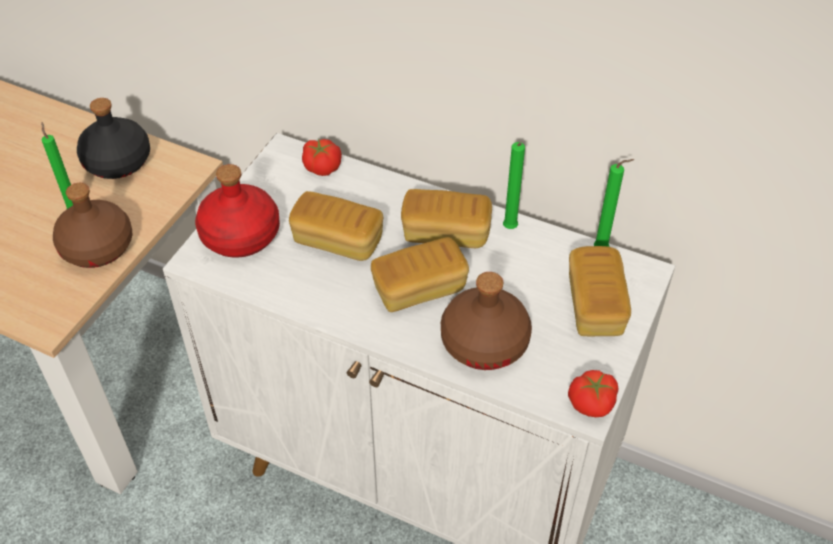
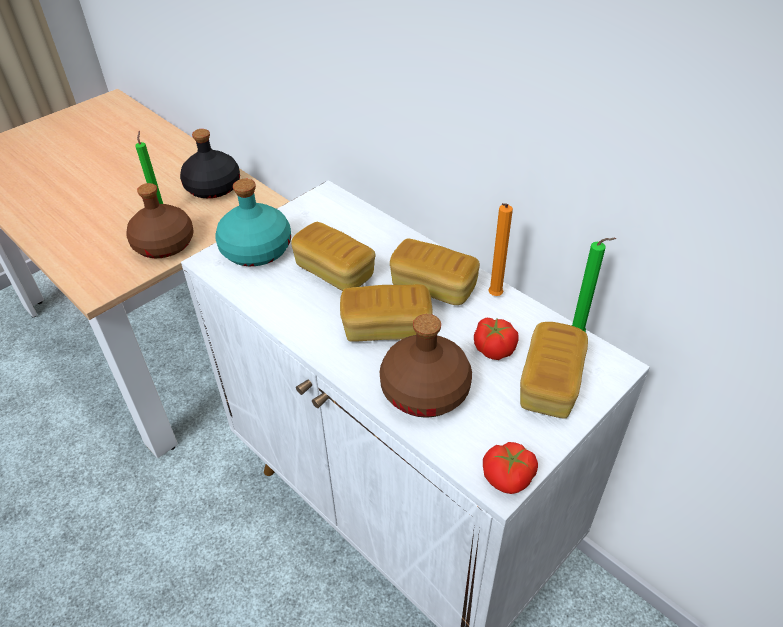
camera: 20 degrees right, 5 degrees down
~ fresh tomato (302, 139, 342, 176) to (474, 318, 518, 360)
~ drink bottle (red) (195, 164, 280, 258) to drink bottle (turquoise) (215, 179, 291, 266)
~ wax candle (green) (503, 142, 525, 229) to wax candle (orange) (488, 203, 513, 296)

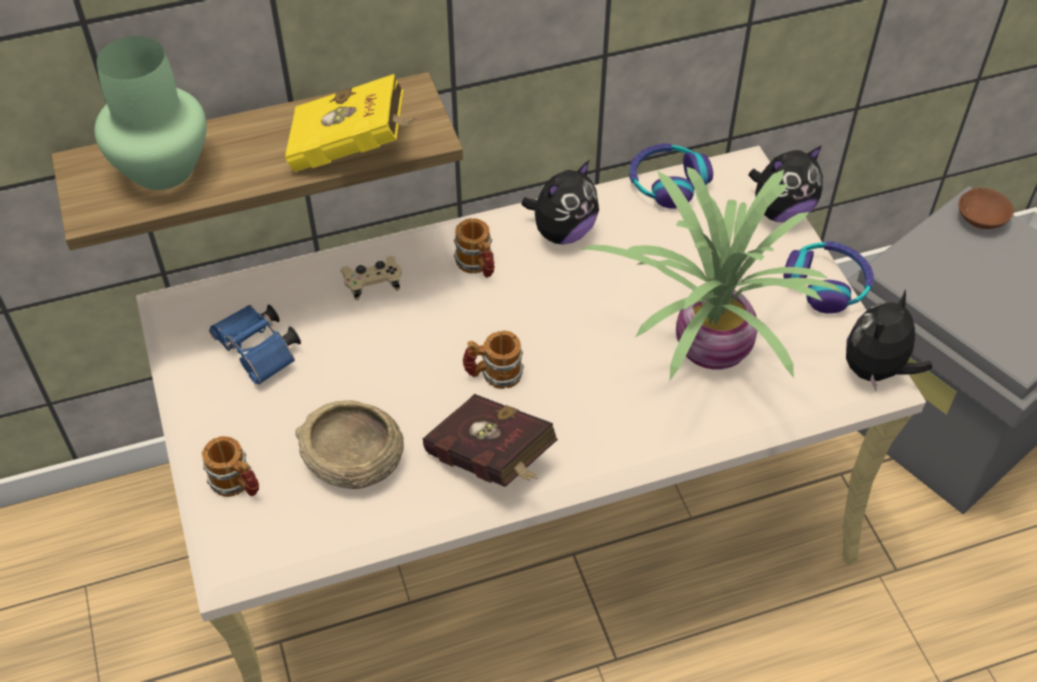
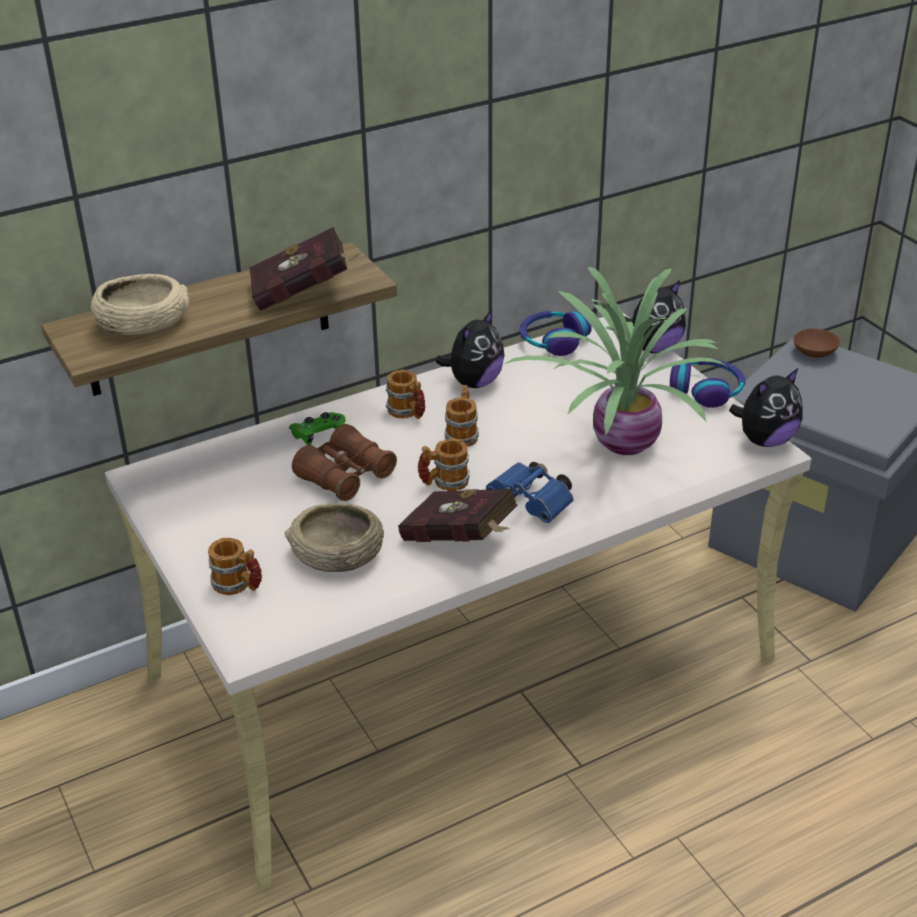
camera: 10 degrees left, 15 degrees down
+ pair of binoculars (brownish) (292, 424, 397, 501)
+ tea mug (445, 385, 479, 447)
~ pair of binoculars (blue) (209, 304, 301, 385) to (486, 462, 574, 523)
~ vase (green) (94, 36, 207, 190) to serving bowl (beige) (91, 274, 190, 335)
~ book (yellow) (285, 74, 418, 172) to book (red) (250, 227, 361, 311)
~ joypad (beige) (340, 256, 402, 300) to joypad (green) (289, 412, 345, 445)
~ soft toy (846, 289, 932, 392) = (729, 368, 803, 447) 150 degrees counterclockwise

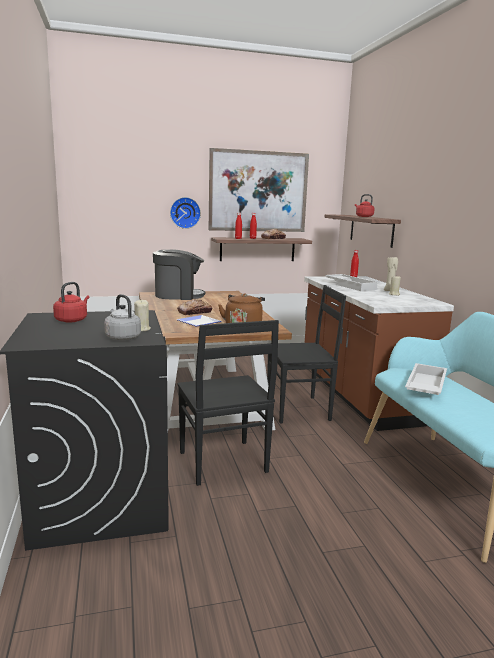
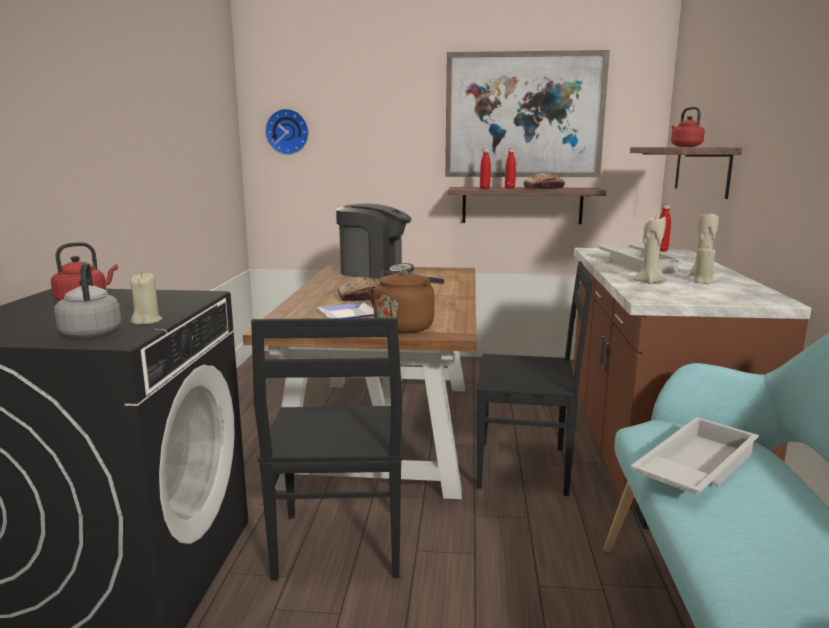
camera: 20 degrees right, 0 degrees up
+ wax candle (beige) (633, 214, 667, 284)
~ clock on the wall (170, 197, 201, 229) to (265, 109, 309, 155)

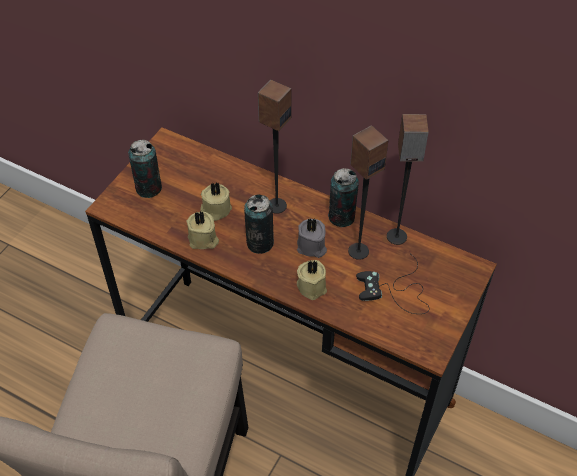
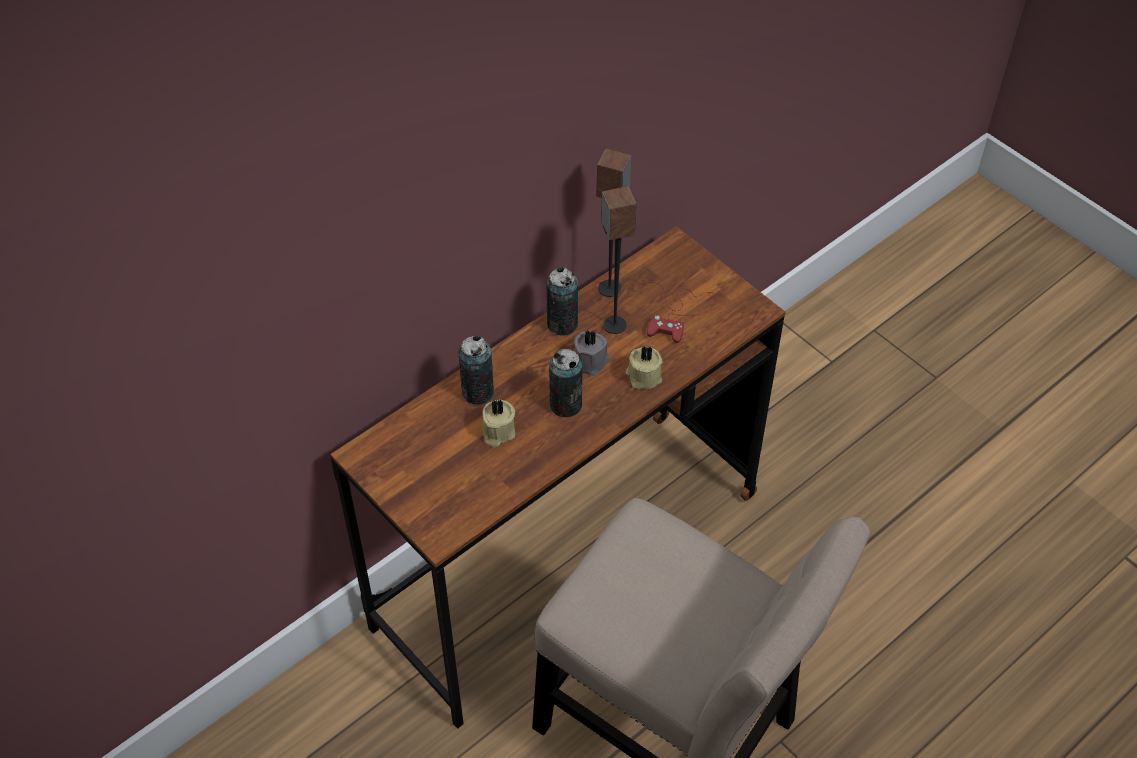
camera: 70 degrees left, 0 degrees up
- wax candle (beige) (187, 211, 219, 249)
- audio speaker (258, 80, 292, 214)
~ can (128, 140, 162, 198) to (458, 336, 494, 405)
~ joypad (blackish) (356, 254, 430, 314) to joypad (red) (640, 282, 717, 343)

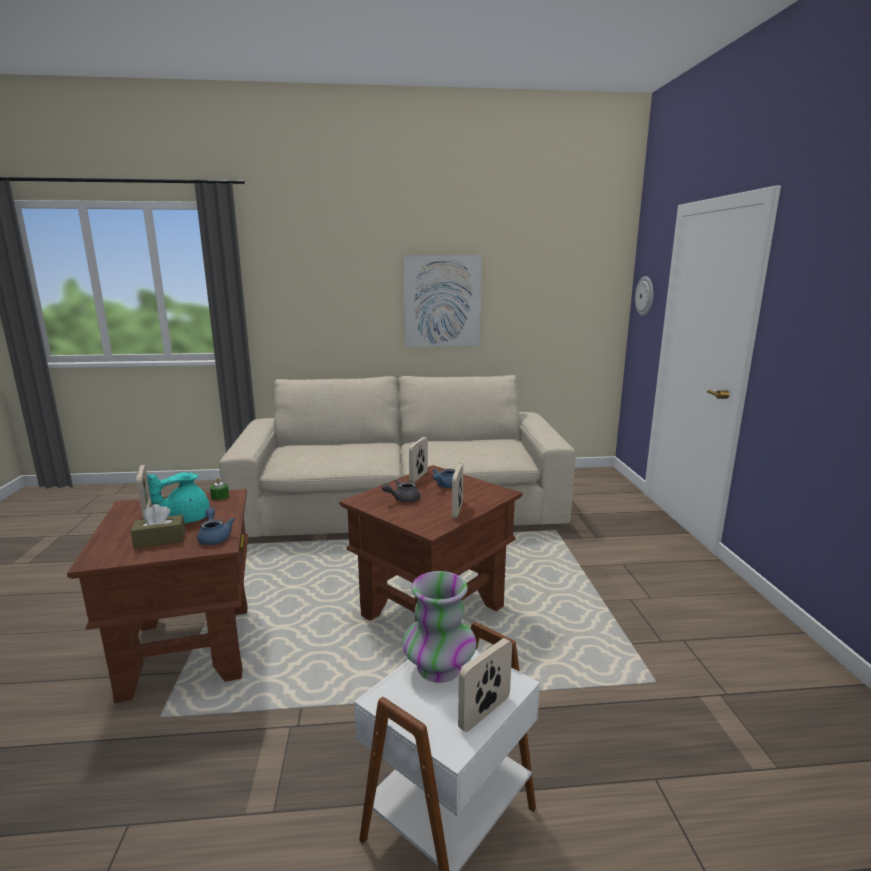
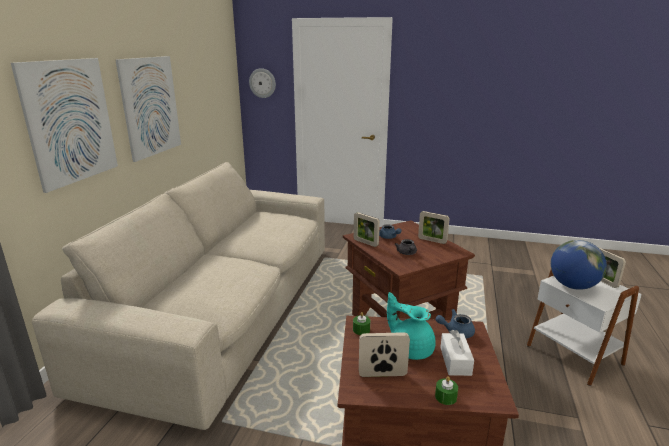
camera: 70 degrees left, 5 degrees up
+ picture (11, 58, 118, 193)
+ wax candle (green) (435, 376, 458, 405)
~ vase (402, 571, 477, 683) to desk globe (551, 240, 607, 290)
~ box of tissues (brownish) (131, 504, 185, 549) to box of tissues (whitish) (440, 330, 474, 376)
~ tea pot (turquoise) (147, 472, 210, 523) = (387, 292, 436, 360) 150 degrees clockwise

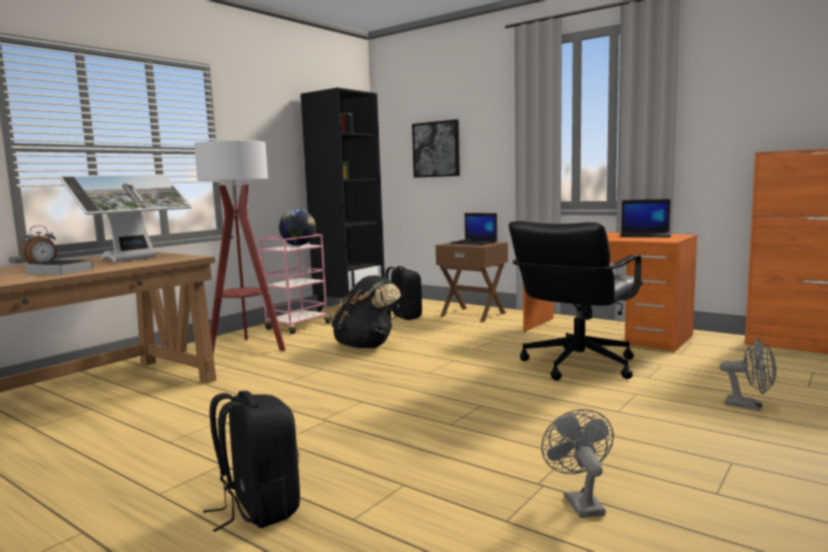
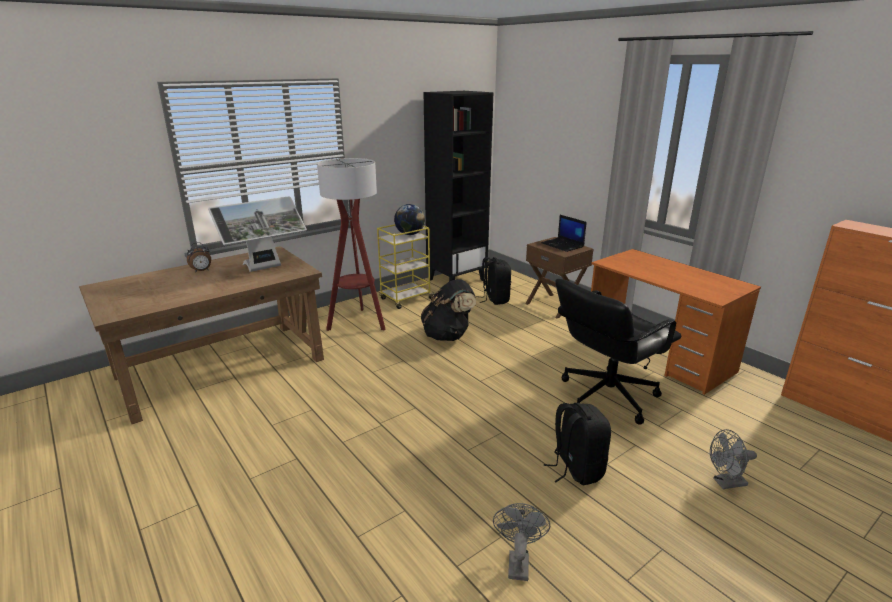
camera: 15 degrees right, 15 degrees up
- book (23, 259, 93, 275)
- picture (412, 119, 460, 178)
- laptop (620, 199, 671, 237)
~ backpack (blackish) (203, 391, 300, 532) to (544, 403, 611, 485)
~ trolley (pink) (259, 234, 333, 334) to trolley (yellow) (377, 224, 435, 309)
~ fan (grey) (720, 338, 776, 411) = (710, 429, 757, 489) 120 degrees clockwise

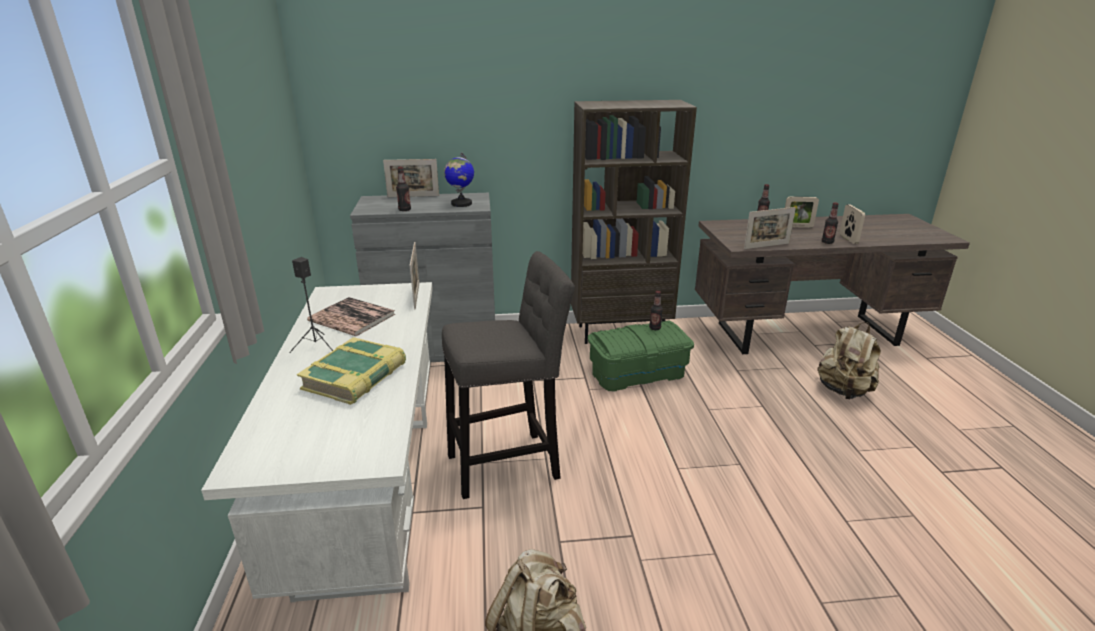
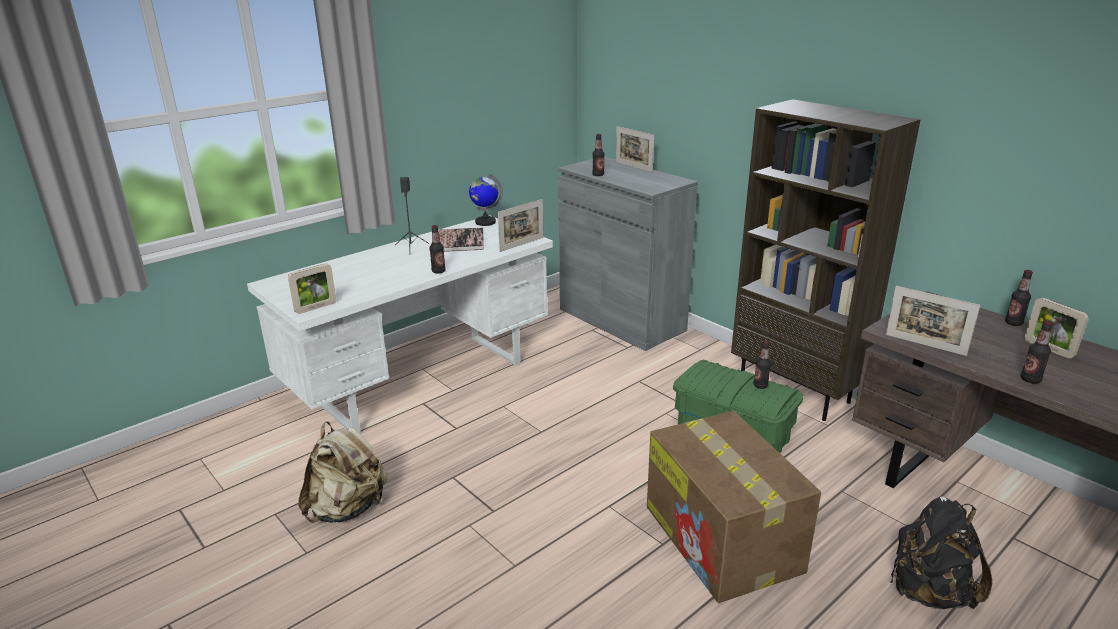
camera: 55 degrees right, 0 degrees up
- book (297, 337, 406, 405)
- stool seat (grey) (442, 251, 575, 499)
+ drink bottle (429, 225, 446, 273)
+ cardboard box (647, 411, 821, 603)
~ desk globe (444, 152, 474, 207) to (469, 174, 503, 226)
~ photo frame (840, 204, 865, 244) to (288, 264, 336, 314)
~ backpack (beige) (817, 322, 881, 399) to backpack (blackish) (890, 496, 992, 609)

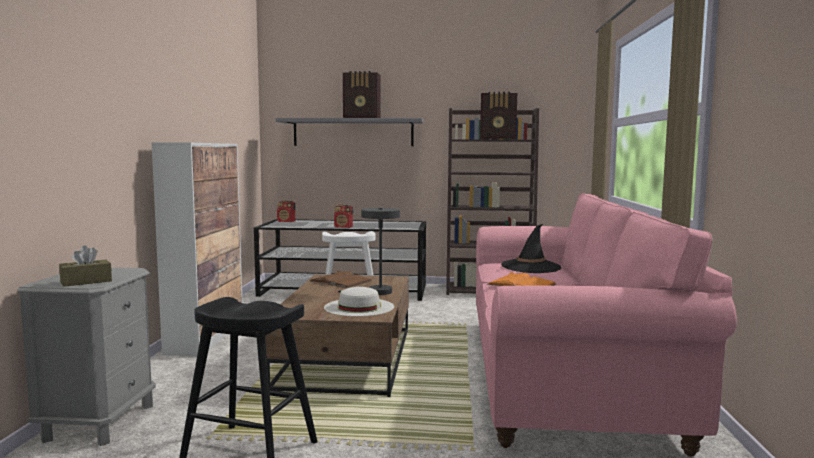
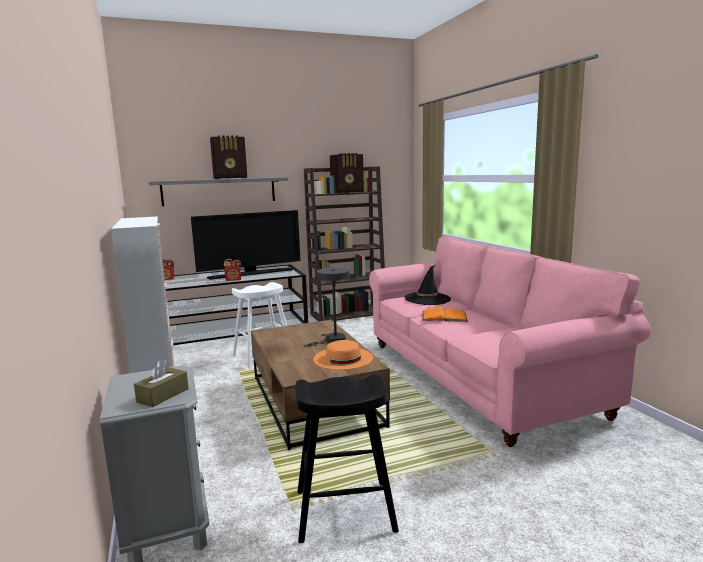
camera: 25 degrees left, 5 degrees up
- book (brownish) (310, 270, 371, 288)
+ TV (191, 210, 301, 280)
~ wearable hat (whitish) (324, 287, 394, 317) to wearable hat (orange) (313, 340, 373, 370)

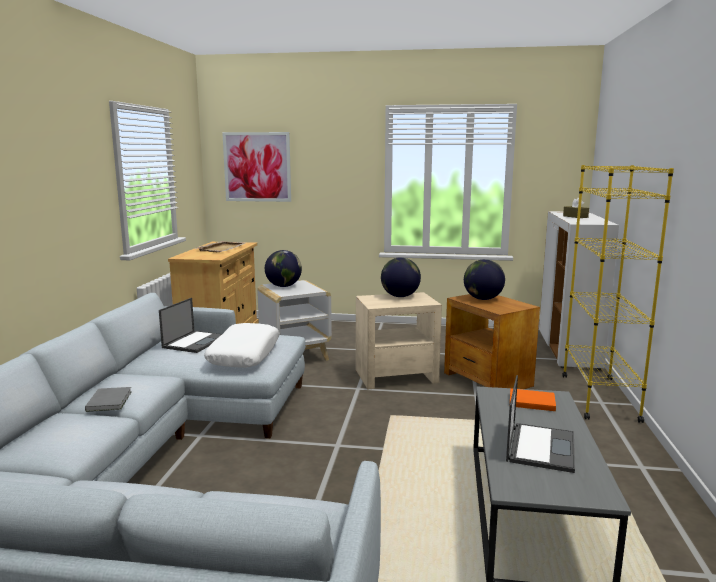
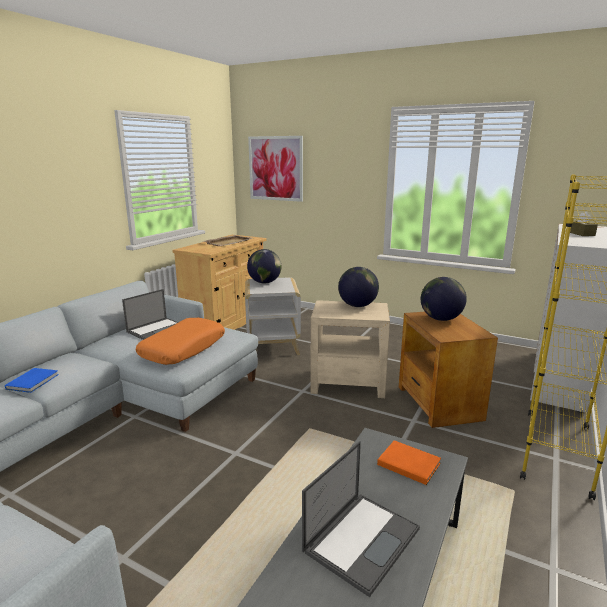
camera: 20 degrees right, 5 degrees up
~ book (grey) (85, 387, 132, 412) to book (blue) (5, 368, 59, 393)
~ cushion (whitish) (204, 323, 280, 368) to cushion (orange) (136, 318, 225, 365)

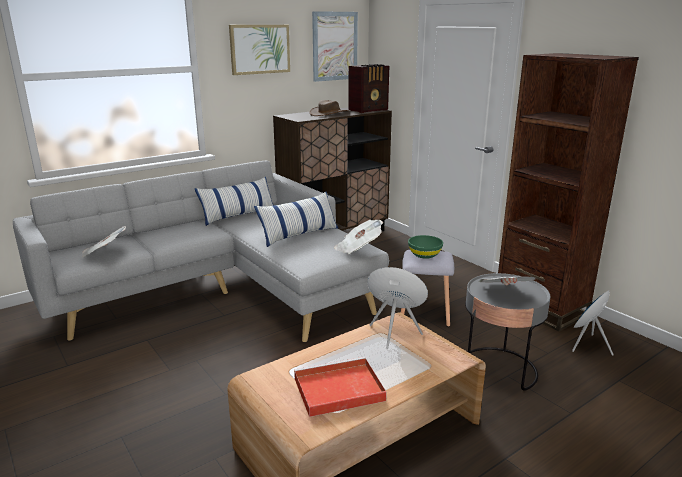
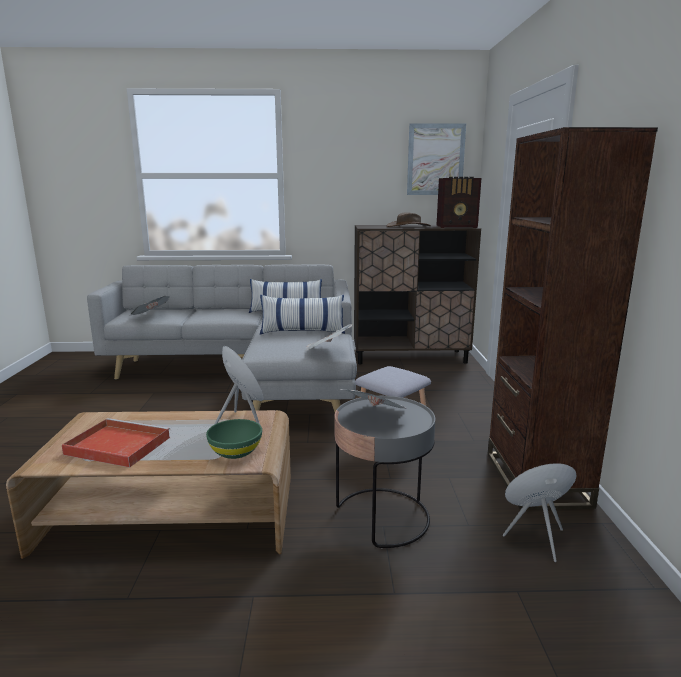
camera: 35 degrees right, 5 degrees down
- picture (229, 25, 290, 75)
~ serving bowl (green) (408, 235, 443, 259) to (206, 419, 262, 459)

